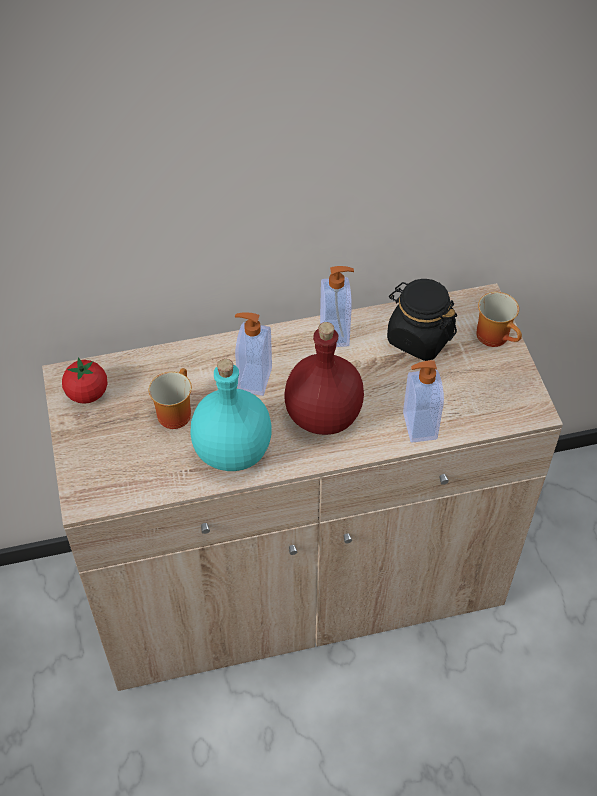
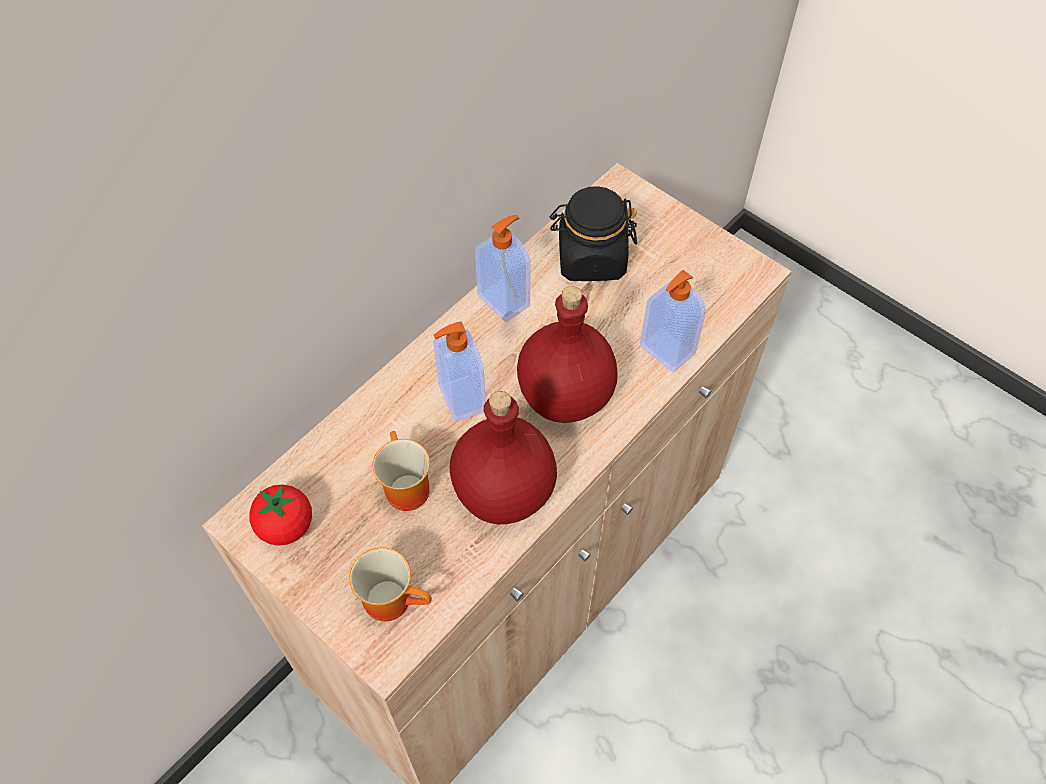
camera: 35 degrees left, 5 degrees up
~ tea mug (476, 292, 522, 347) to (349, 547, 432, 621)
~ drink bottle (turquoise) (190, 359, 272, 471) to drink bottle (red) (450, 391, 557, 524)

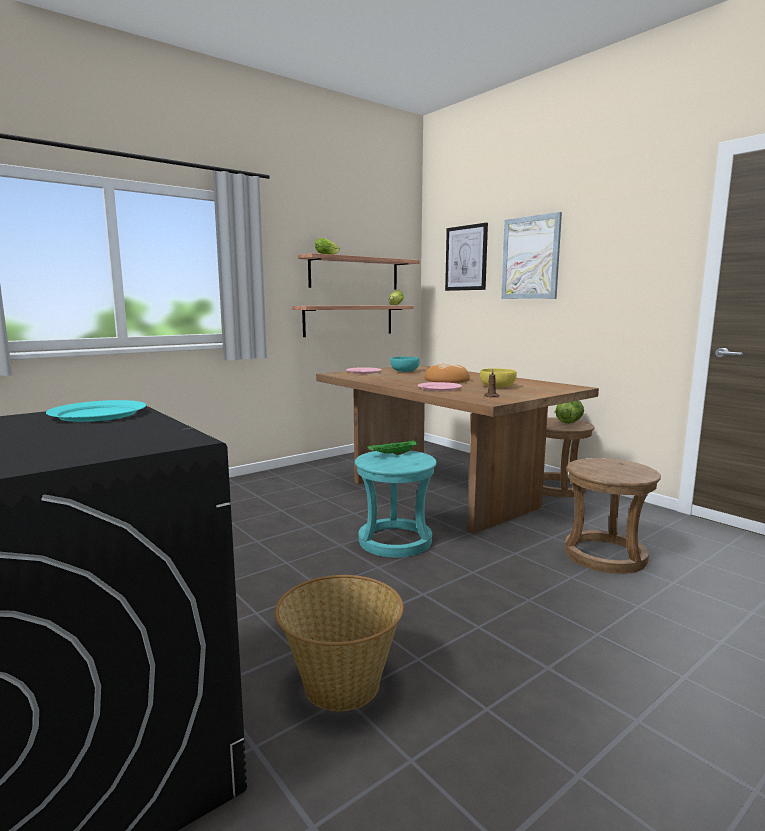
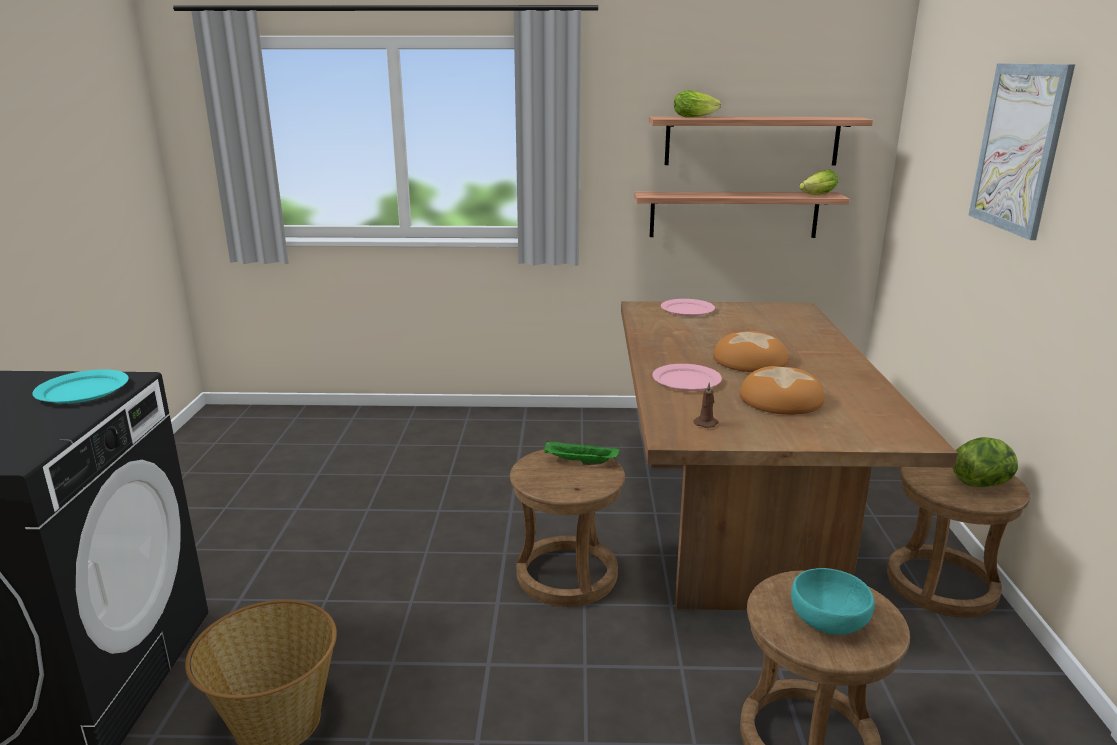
camera: 40 degrees right, 10 degrees up
- picture (445, 223, 488, 291)
~ serving bowl (turquoise) (390, 356, 420, 372) to (791, 568, 875, 635)
~ serving bowl (yellow) (480, 368, 517, 388) to bakery bread (740, 366, 824, 415)
~ stool seat (turquoise) (355, 450, 437, 557) to stool seat (brownish) (510, 450, 625, 607)

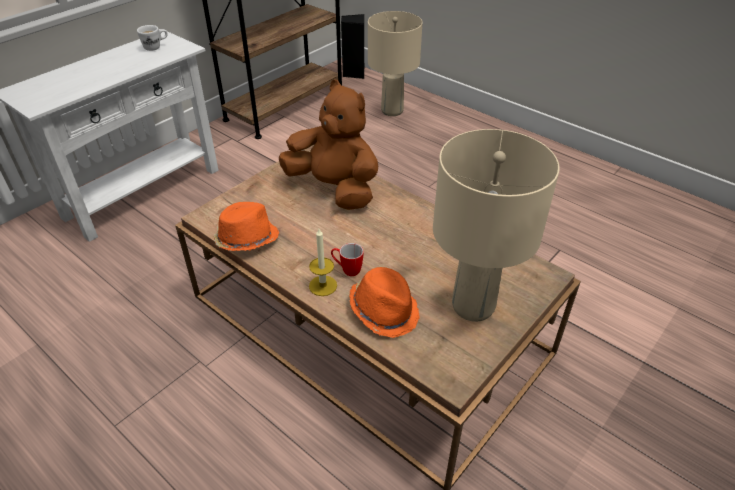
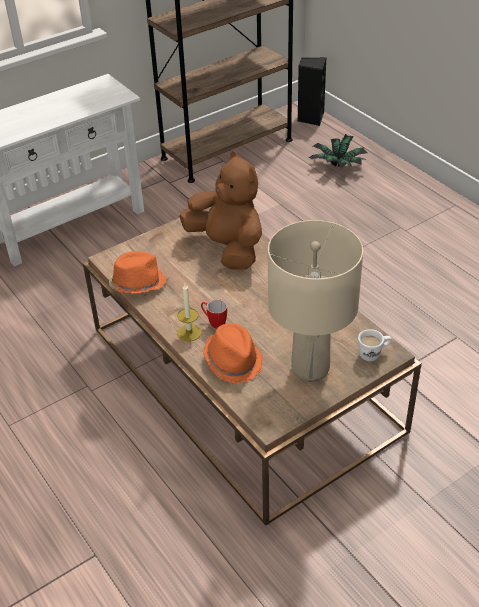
camera: 15 degrees right, 0 degrees up
~ tea mug (whitish) (137, 25, 168, 51) to (358, 329, 392, 362)
~ table lamp (beige) (368, 11, 423, 116) to houseplant (309, 134, 368, 168)

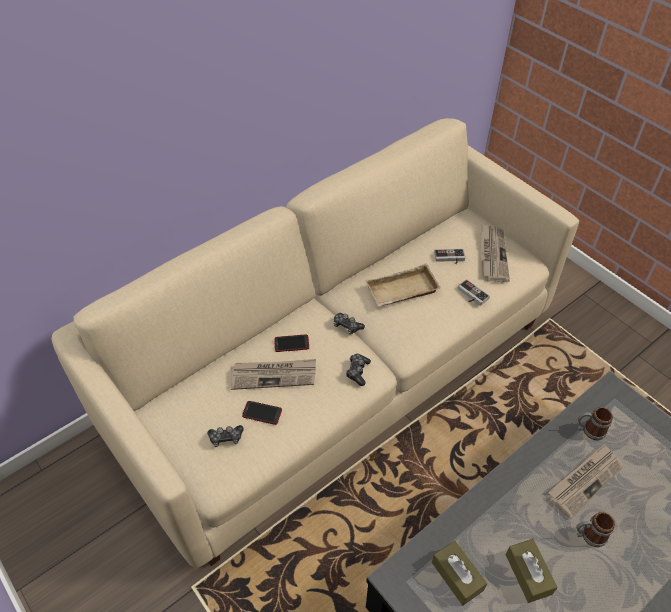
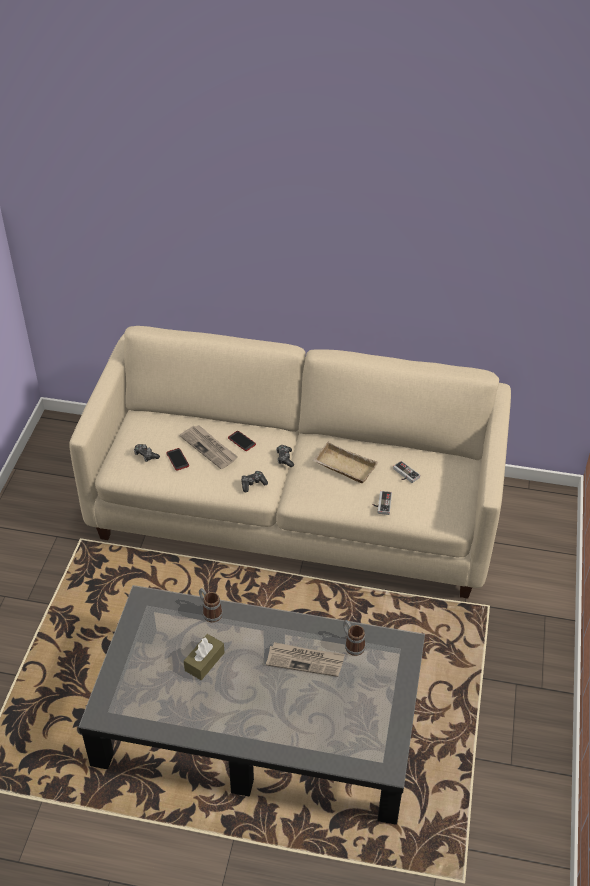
camera: 50 degrees right, 5 degrees down
- box of tissues (brownish) (432, 541, 487, 606)
- newspaper (482, 224, 510, 282)
~ tea mug (576, 512, 615, 547) to (199, 588, 223, 622)

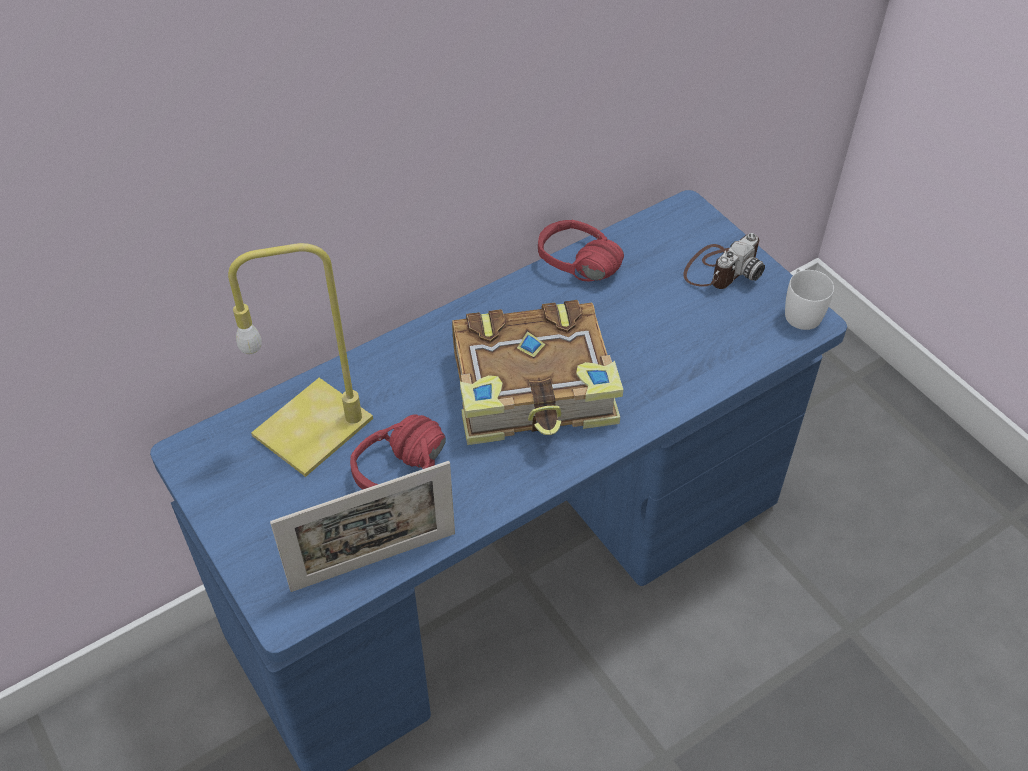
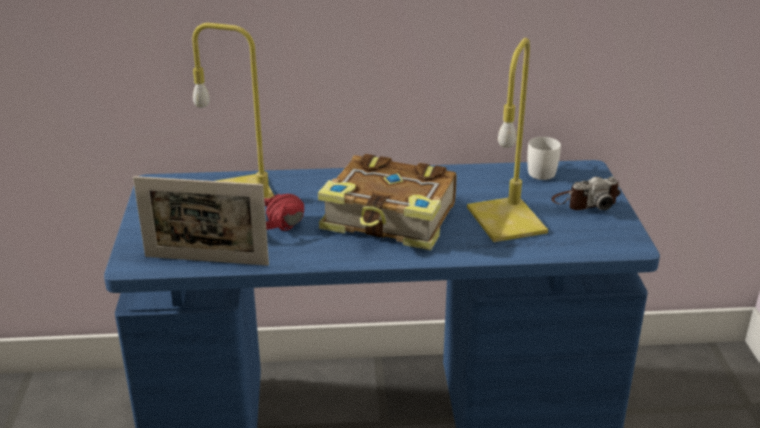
camera: 30 degrees right, 20 degrees down
- headphones (red) (538, 220, 624, 281)
+ table lamp (yellow) (467, 38, 548, 242)
~ tea mug (whitish) (785, 268, 834, 330) to (527, 137, 561, 180)

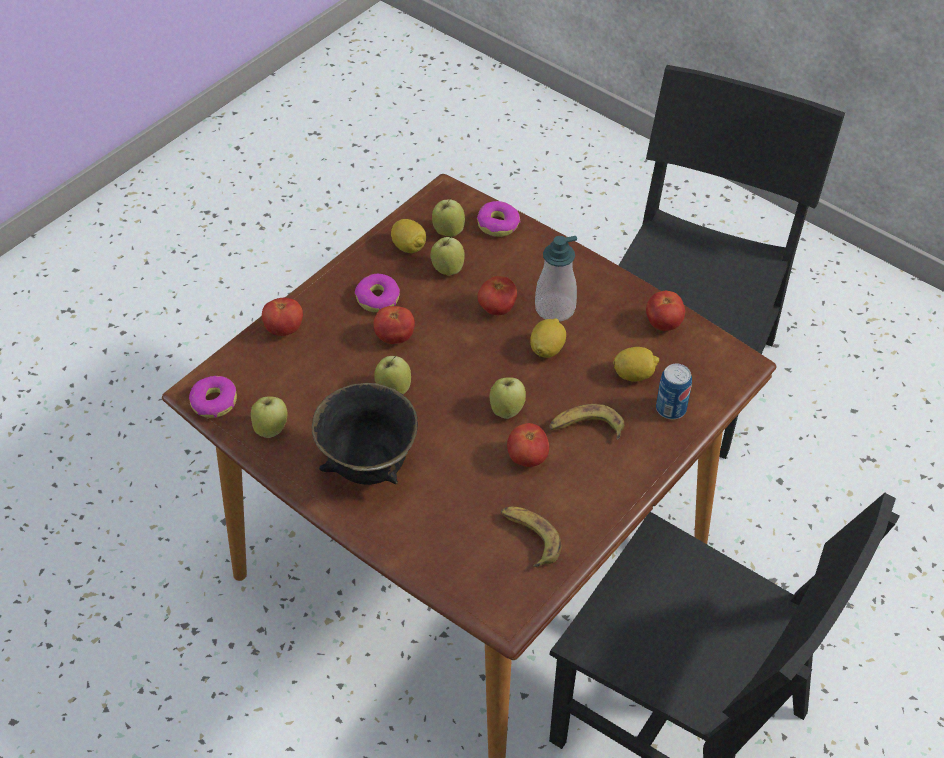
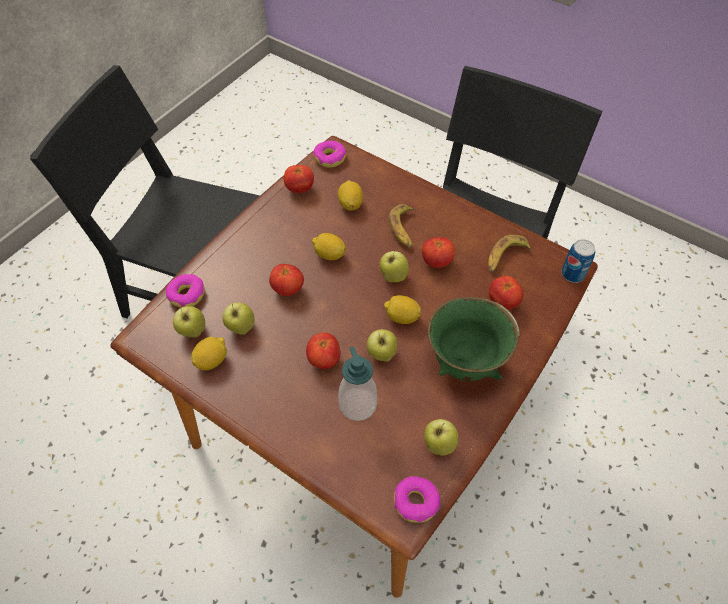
camera: 95 degrees left, 5 degrees up
+ citrus fruit (384, 295, 421, 324)
~ fresh tomato (262, 298, 303, 336) to (489, 276, 523, 310)
~ doughnut (355, 273, 400, 312) to (313, 141, 346, 168)
~ soap dispenser (535, 236, 577, 322) to (338, 346, 377, 421)
~ can (656, 364, 692, 419) to (561, 239, 595, 283)
~ serving bowl (blackish) (312, 383, 418, 485) to serving bowl (green) (428, 297, 520, 381)

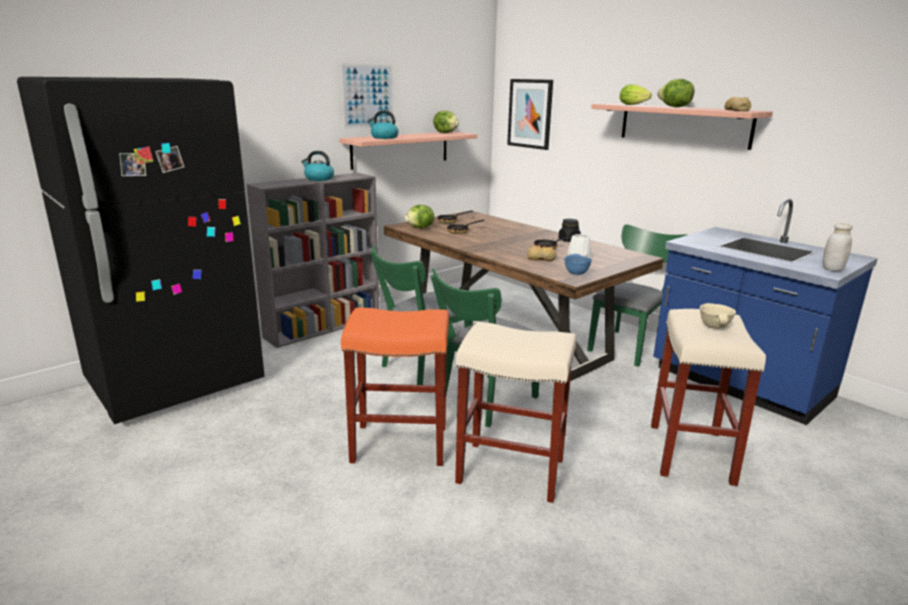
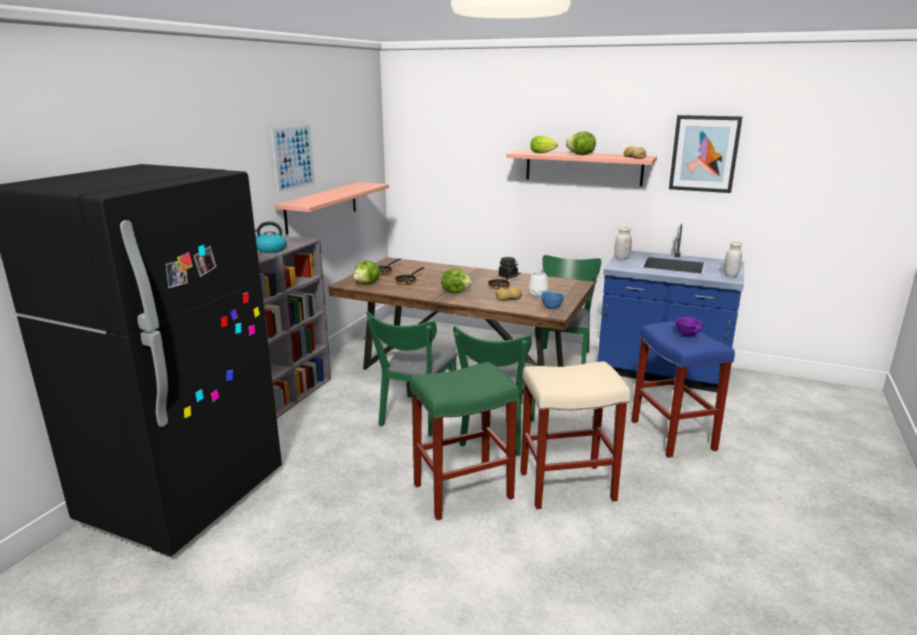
camera: 25 degrees left, 0 degrees up
- water kettle (367, 110, 399, 139)
+ preserve jar (whitish) (614, 227, 632, 259)
~ lettuce head (433, 111, 459, 133) to (441, 269, 472, 293)
~ picture (507, 79, 553, 150) to (669, 115, 743, 193)
~ stool seat (orange) (341, 307, 449, 466) to stool seat (green) (410, 362, 519, 520)
~ stool seat (beige) (651, 309, 766, 486) to stool seat (blue) (631, 321, 735, 458)
~ serving bowl (beige) (700, 303, 736, 329) to serving bowl (purple-coloured) (675, 317, 702, 336)

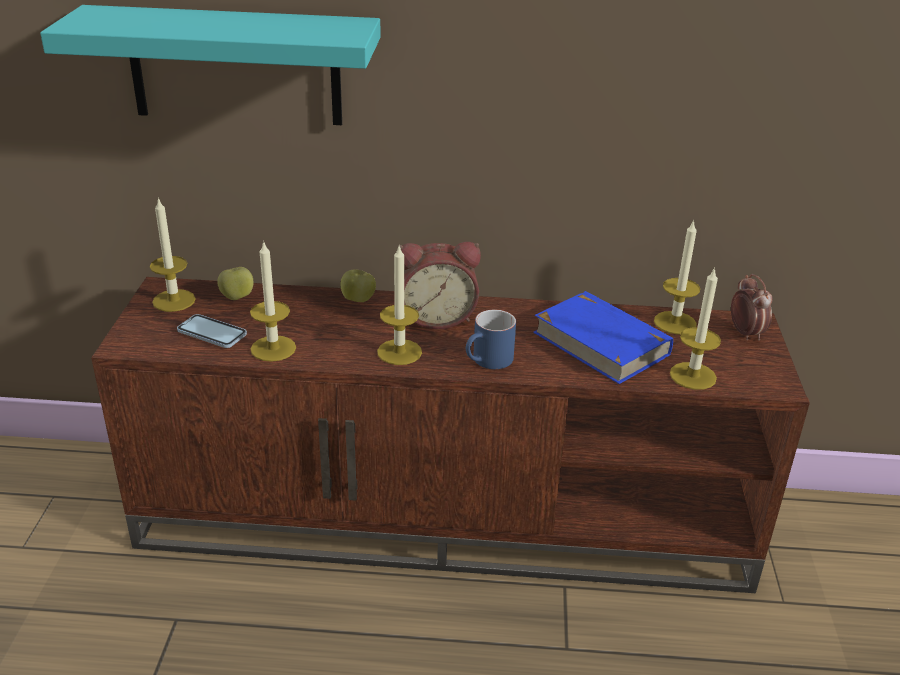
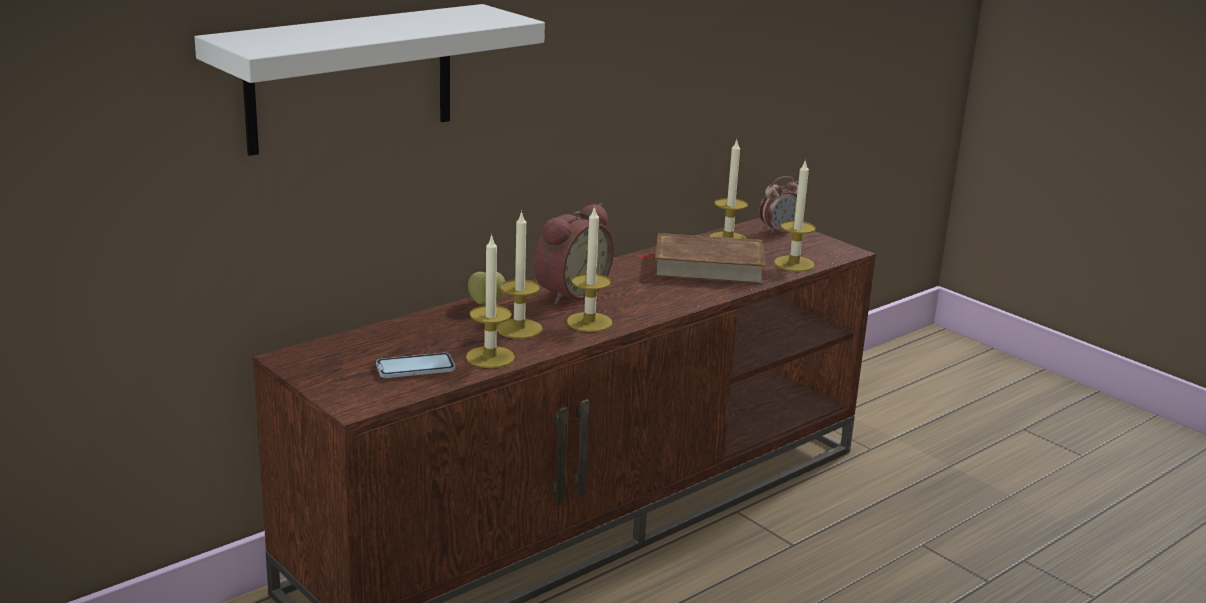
camera: 45 degrees left, 10 degrees down
- apple (217, 267, 254, 300)
- tea mug (blue) (466, 310, 516, 369)
~ wax candle (150, 197, 196, 312) to (497, 210, 542, 339)
~ wall shelf (turquoise) (40, 5, 381, 125) to wall shelf (whitish) (194, 4, 545, 156)
~ book (blue) (533, 291, 673, 384) to book (brownish) (636, 233, 765, 284)
~ table clock (731, 274, 773, 341) = (760, 176, 798, 234) 120 degrees clockwise

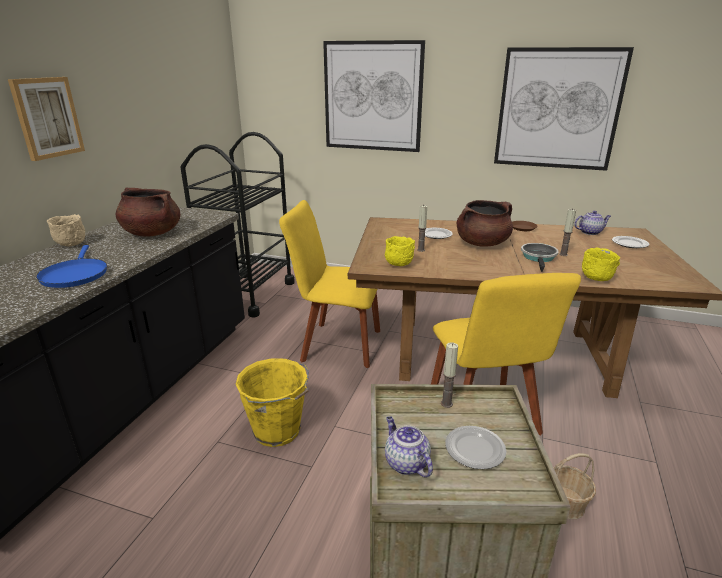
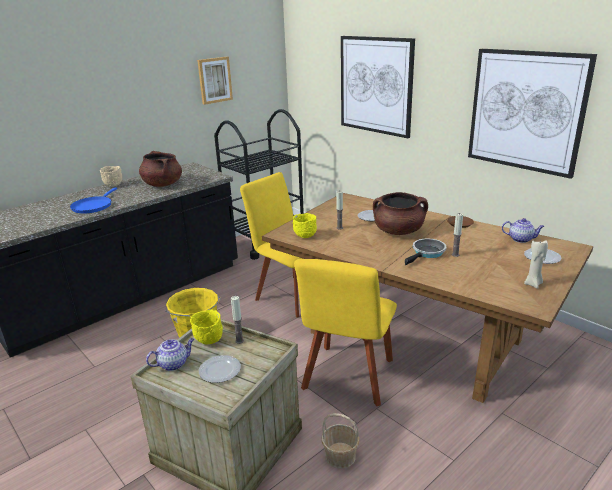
camera: 30 degrees right, 0 degrees up
+ wax candle (beige) (524, 240, 548, 289)
~ picture (8, 77, 85, 161) to (197, 57, 233, 105)
~ serving bowl (yellow) (582, 247, 620, 281) to (190, 309, 223, 344)
~ tea pot (385, 416, 433, 478) = (146, 338, 194, 371) 60 degrees clockwise

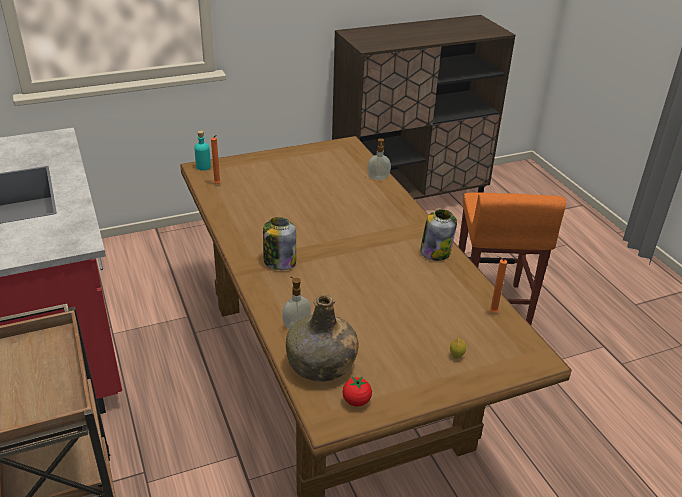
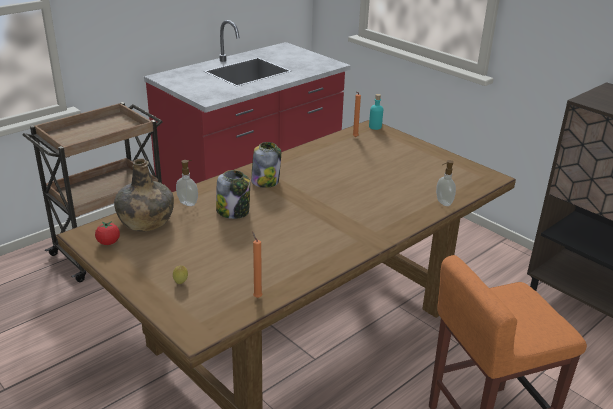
camera: 70 degrees right, 5 degrees down
~ preserve jar (420, 209, 457, 261) to (216, 170, 250, 219)

